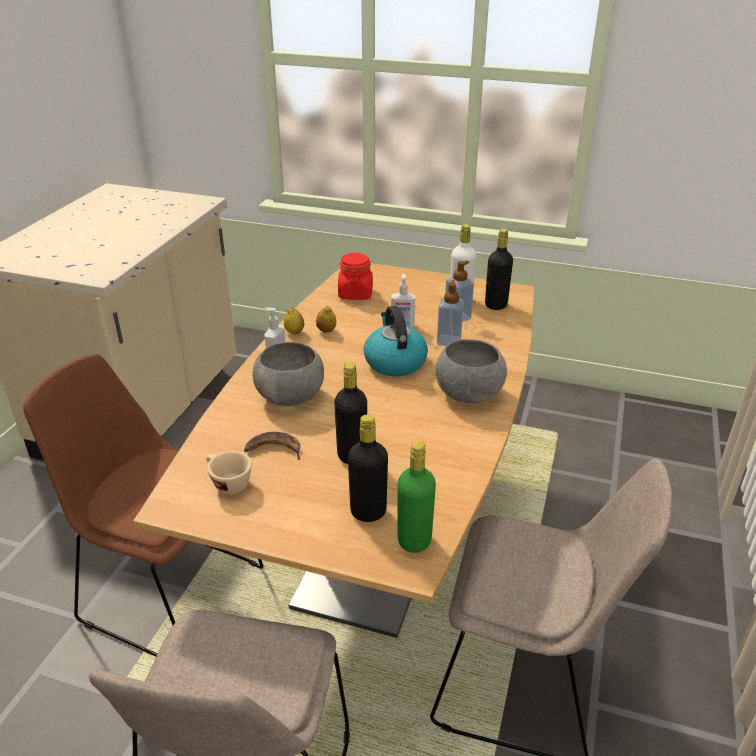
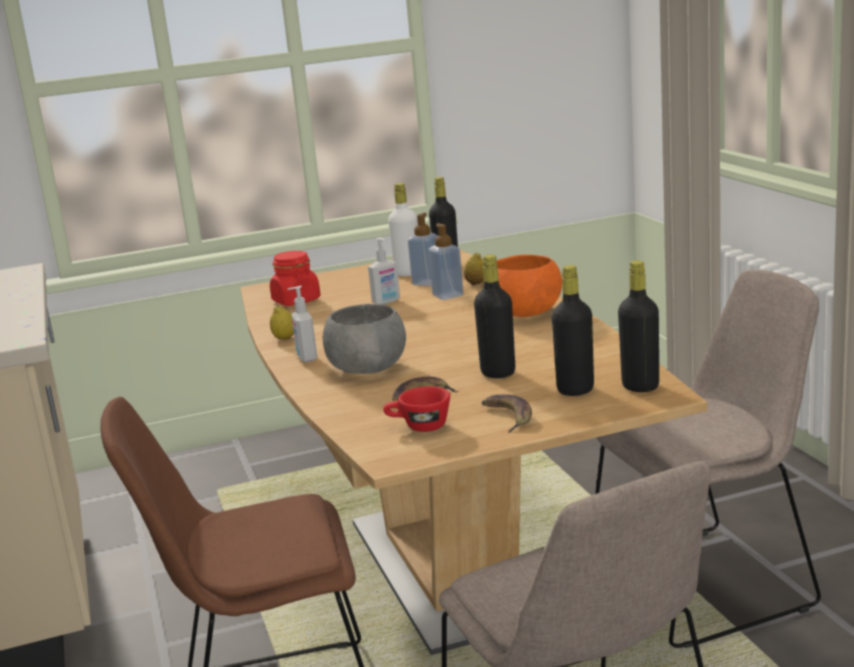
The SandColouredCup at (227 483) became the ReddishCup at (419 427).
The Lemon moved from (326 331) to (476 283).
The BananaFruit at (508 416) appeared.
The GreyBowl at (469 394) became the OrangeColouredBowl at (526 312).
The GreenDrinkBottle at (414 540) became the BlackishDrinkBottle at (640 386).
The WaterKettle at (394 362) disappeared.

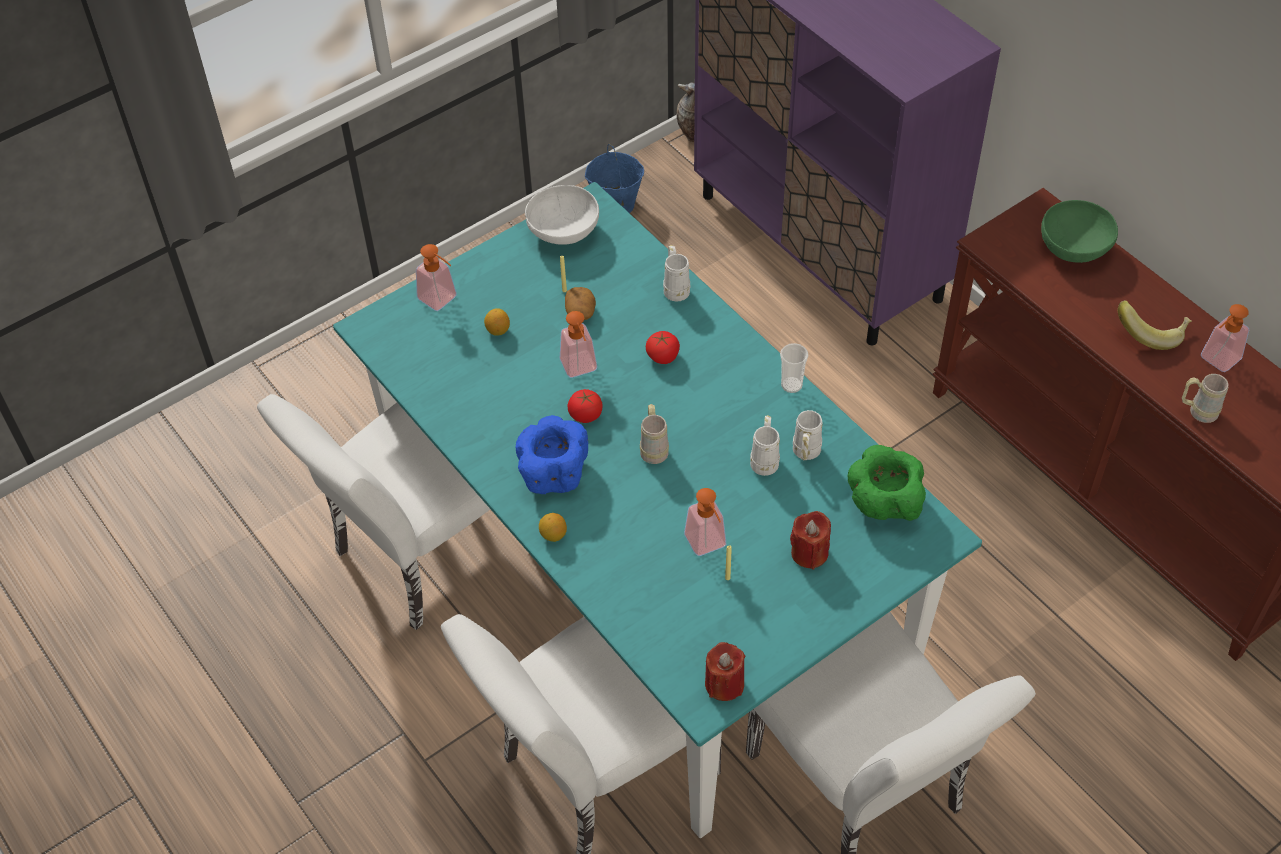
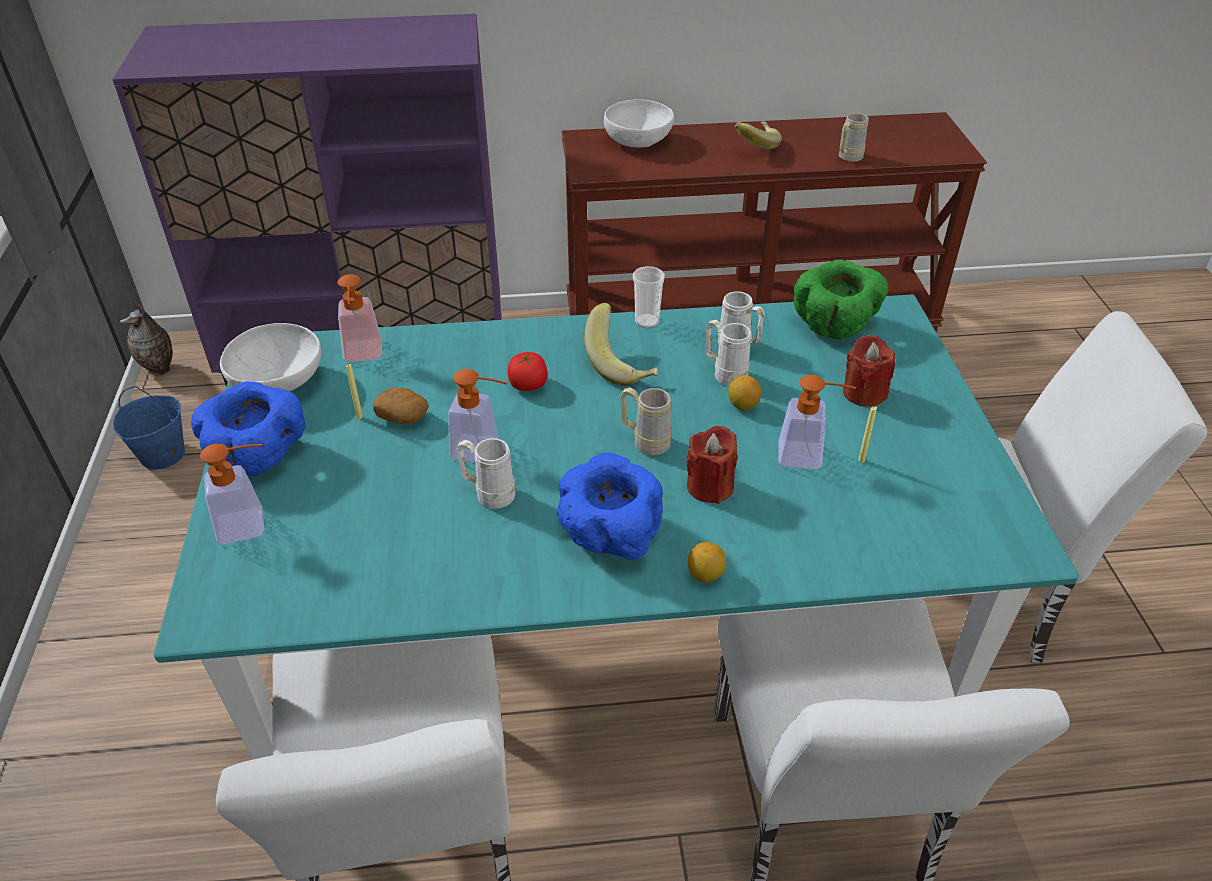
The BlueBowl at (258 457) appeared.
The LiquidSoapBottle moved from (1216 361) to (363 356).
The WhitishCoffeeMug moved from (675 288) to (488 494).
The BananaFruit at (622 364) appeared.
The GreenBowl at (1075 248) became the WhitishBowl at (638 141).
The ReddishWaxLight moved from (724 684) to (710 486).
The Lemon moved from (498 330) to (743 405).
The WholeTomato at (585 415) disappeared.

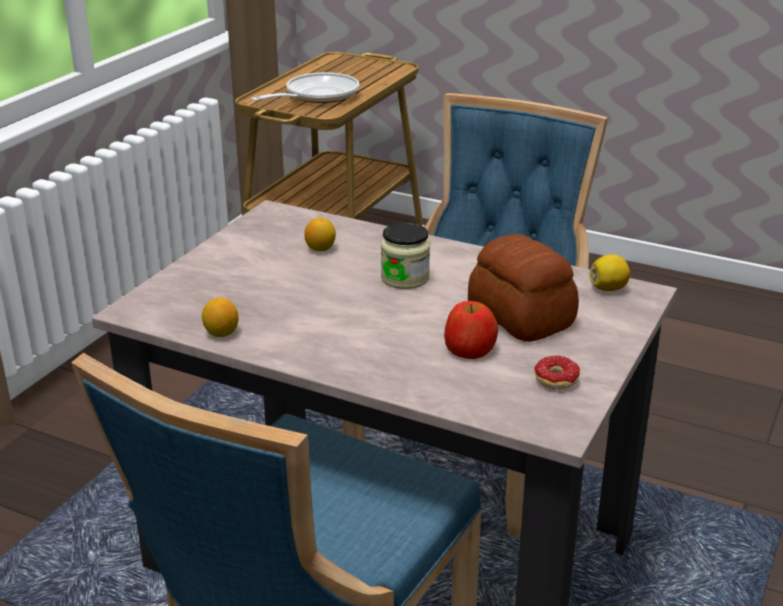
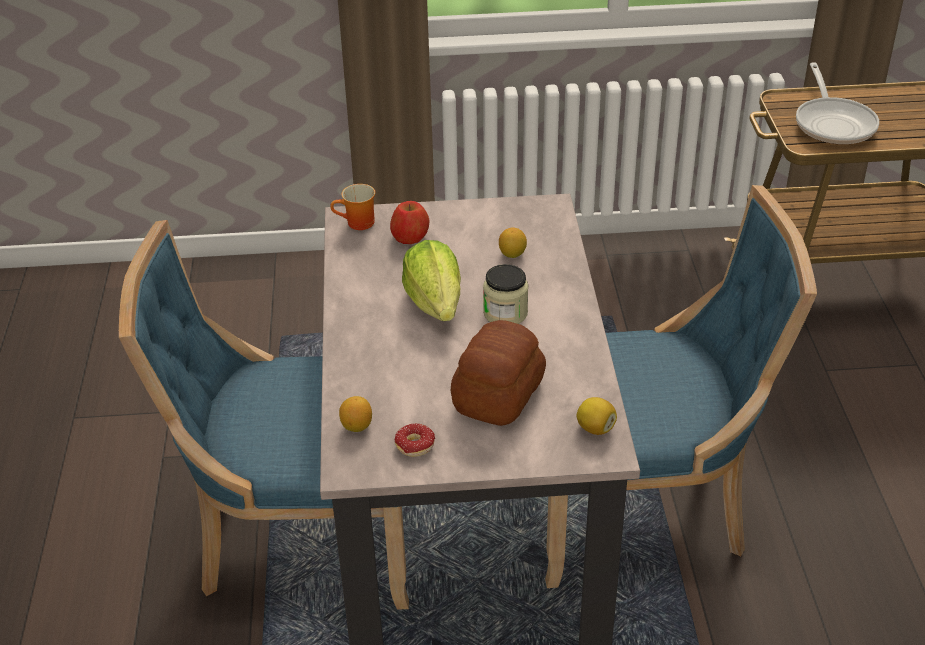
The CoffeeMug at (357 224) appeared.
The Lemon moved from (221 333) to (356 426).
The AppleFruit moved from (469 349) to (410 236).
The HeadOfLettuce at (435 304) appeared.
The FryingPan at (317 96) turned 75 degrees clockwise.

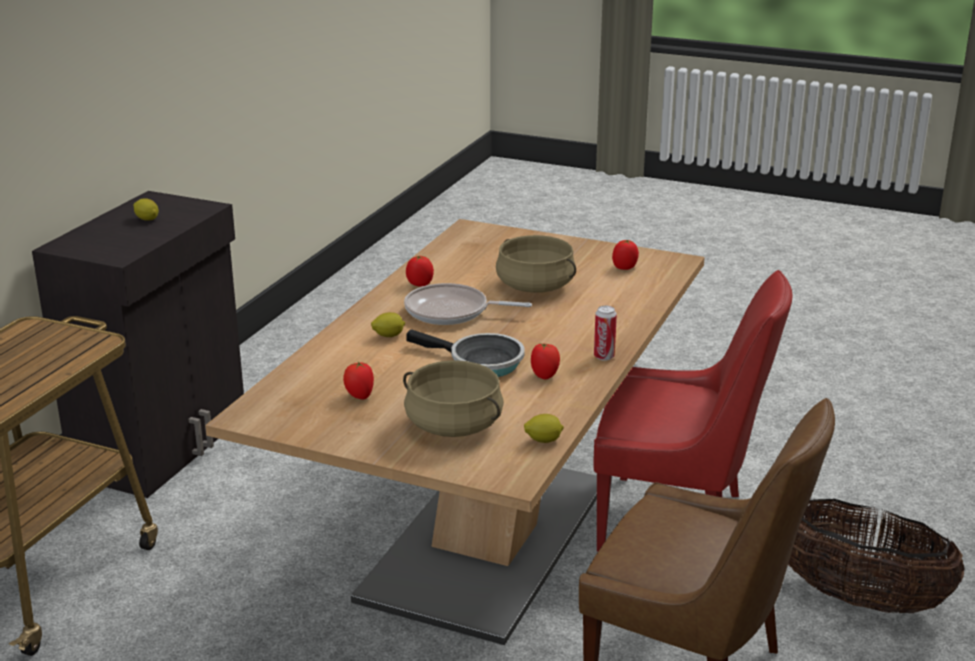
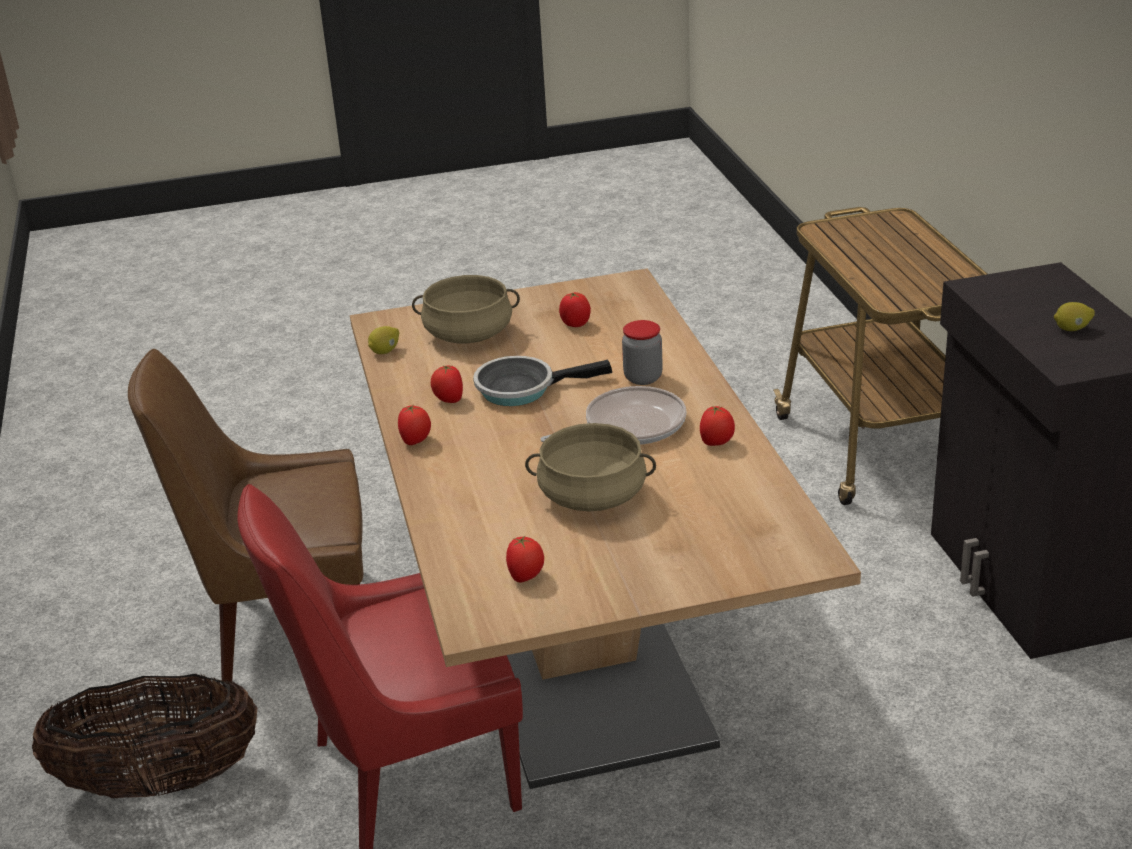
The SealedCan at (604 356) was replaced by the WholeTomato at (416 441).
The Lemon at (388 336) was replaced by the StorageJar at (643 378).

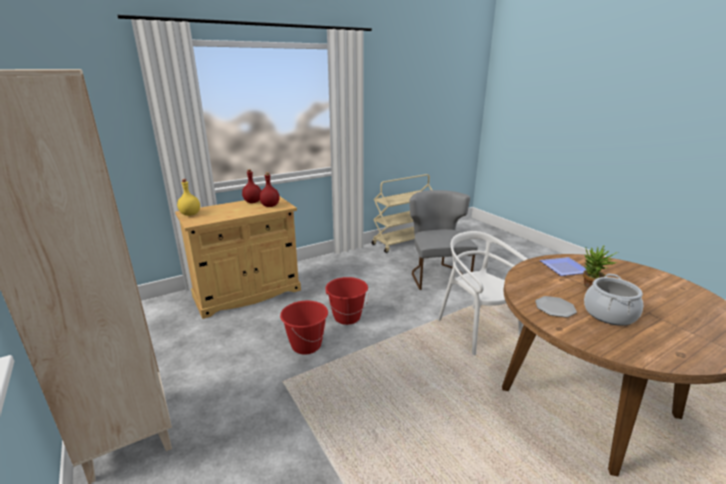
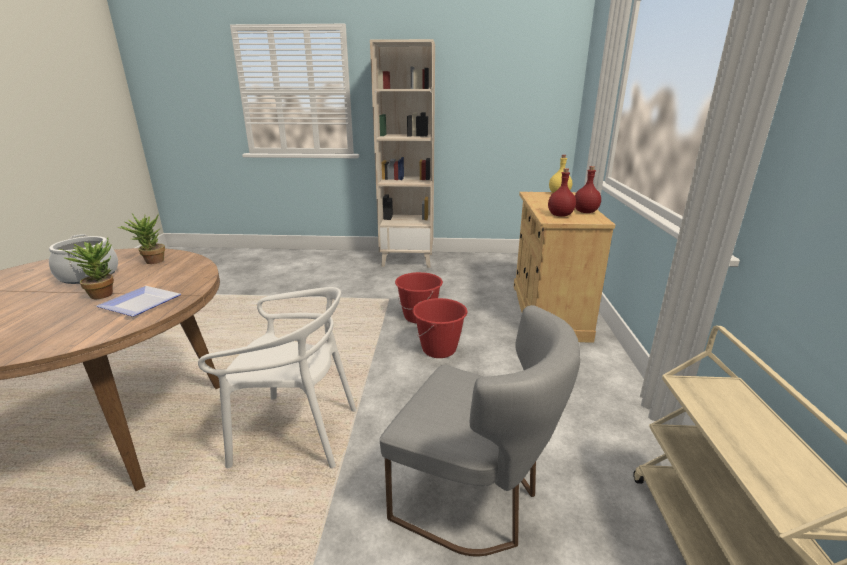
The Plate at (555 308) was replaced by the Houseplant at (151 262).

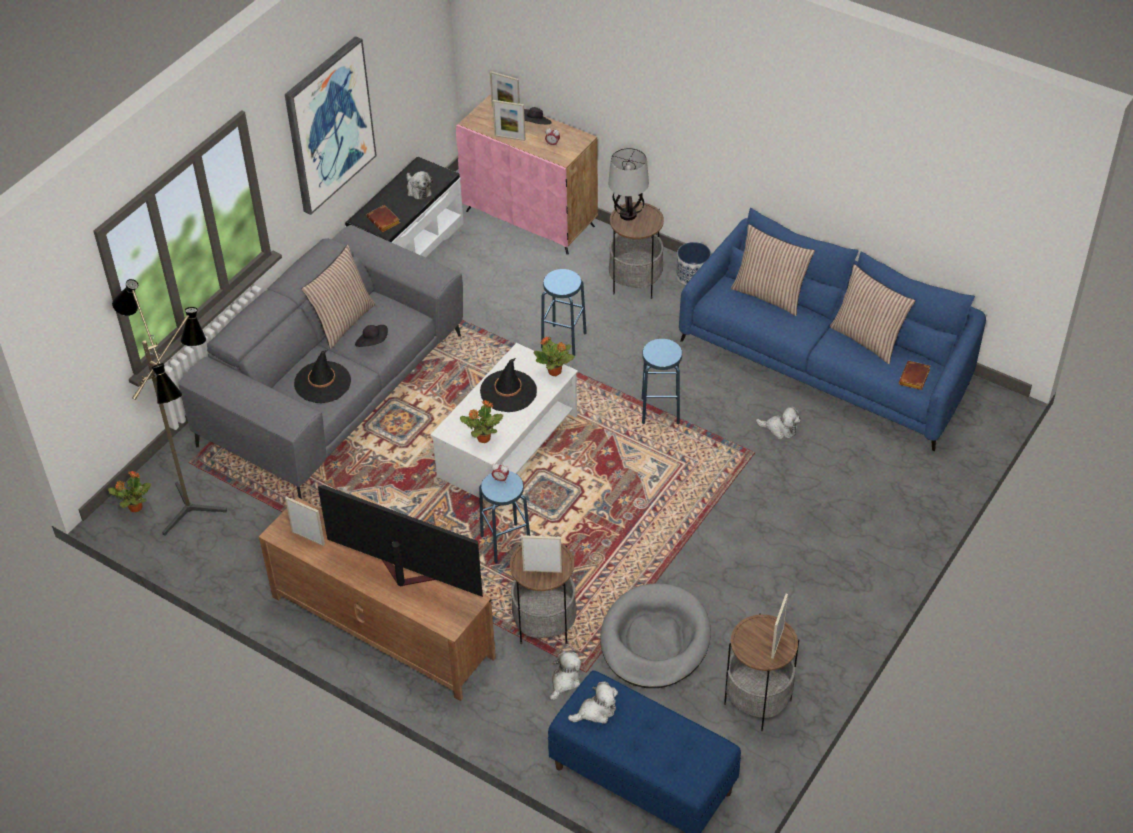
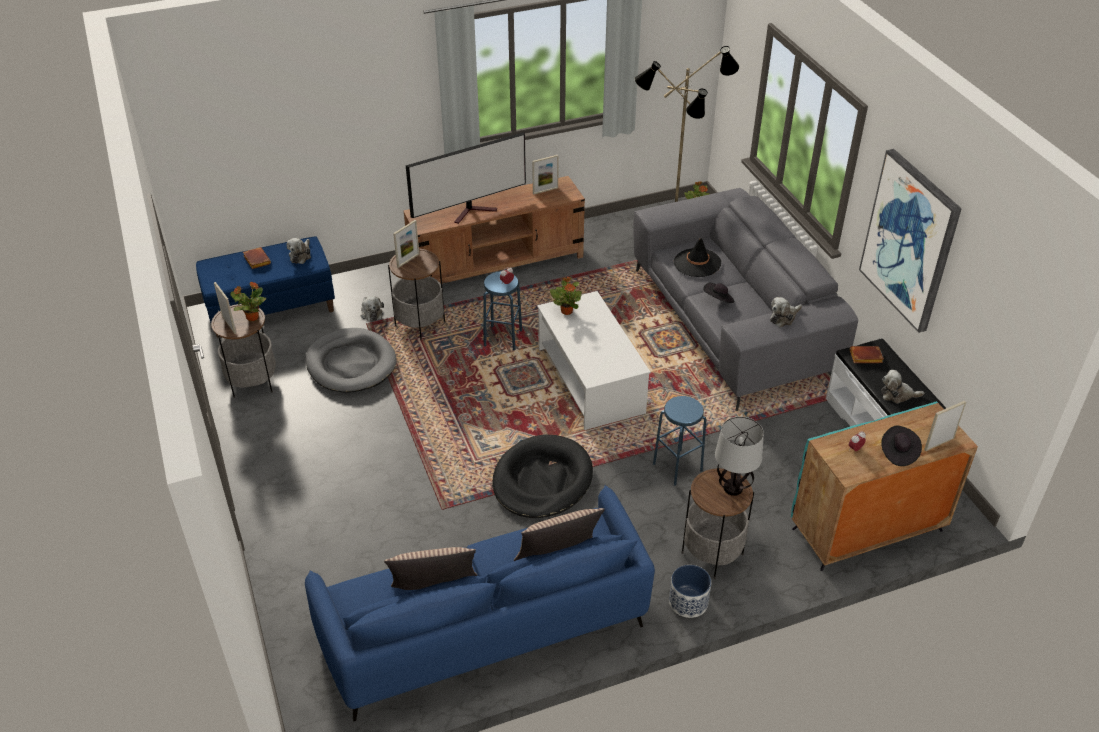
The Houseplant moved from (555 372) to (252 317).
The BrownColouredVolume moved from (915 378) to (256 260).
The BlueSittingStool at (660 411) was replaced by the BlackishDogBed at (542 480).
The PlushToy moved from (780 429) to (784 317).
The PinkCabinet at (531 218) became the TurquoiseColouredCabinet at (866 530).
The Pillow at (343 321) disappeared.
The BlackishWearableHat at (508 391) disappeared.
The StandingFrame at (510 138) disappeared.

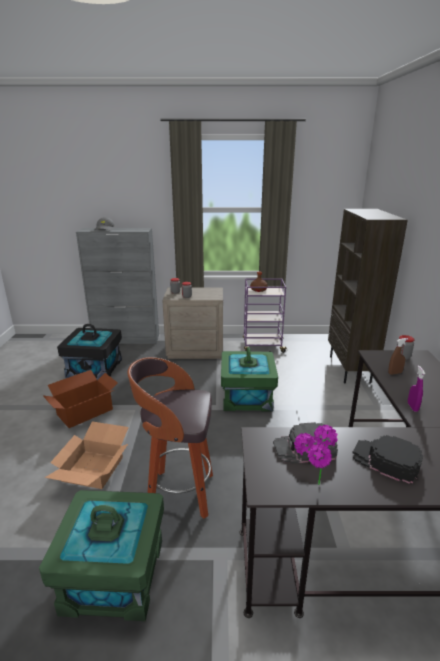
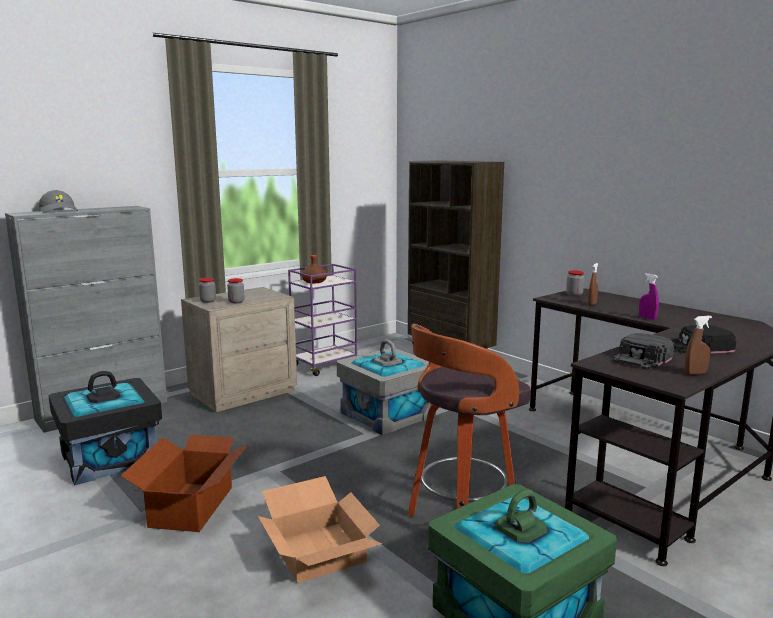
The GreenStorageBox at (247 397) became the GreyStorageBox at (388 414).
The Houseplant at (311 487) was replaced by the BrownColouredHandSprayer at (695 373).

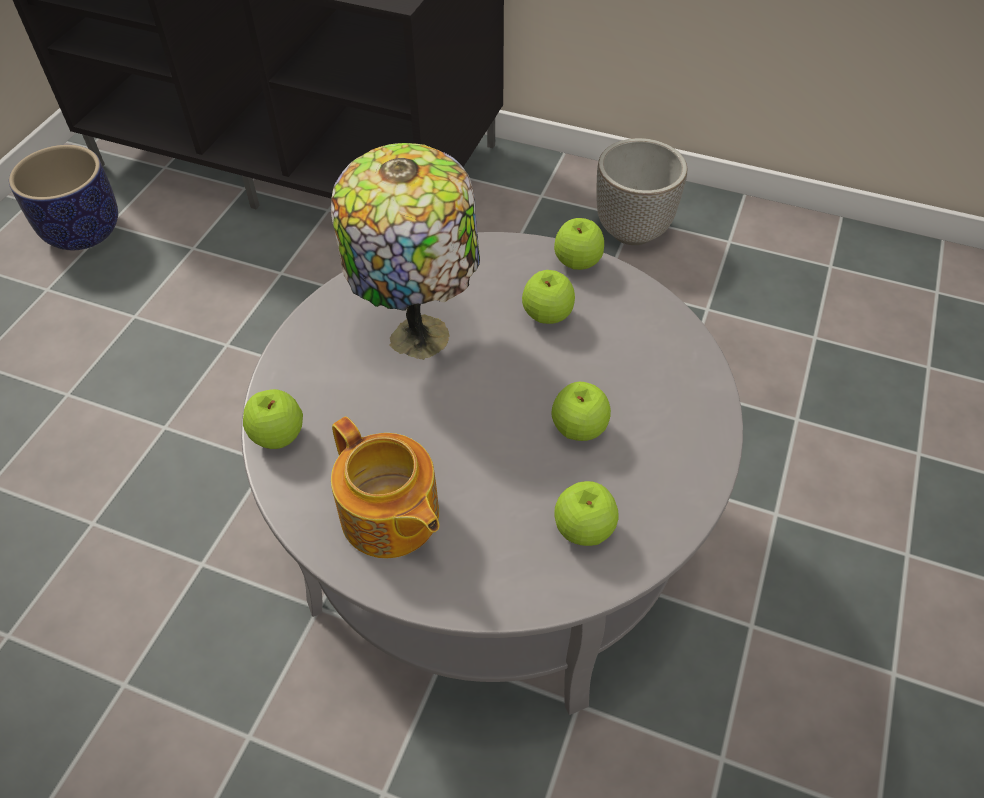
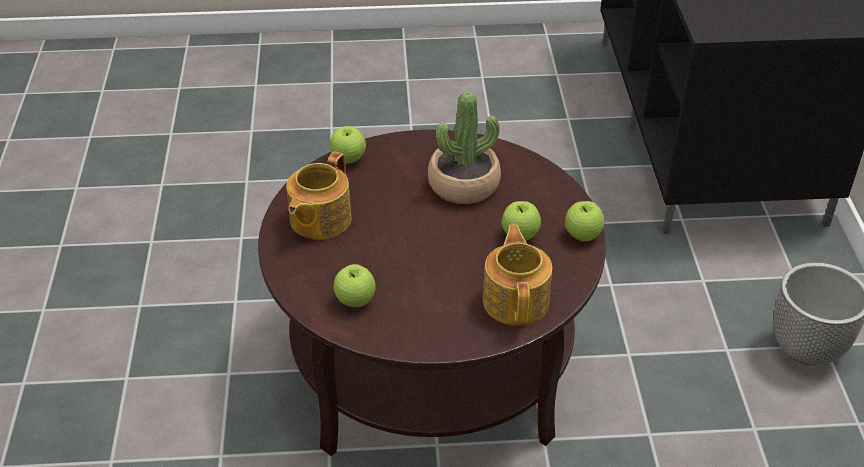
The GreyLowTable at (493 536) became the BrownColouredLowTable at (432 362).
The LampForATable at (419 332) was replaced by the Houseplant at (464 185).
The PotForTea at (516 300) appeared.
The Planter at (83 231) disappeared.
The AppleFruit at (579 429) disappeared.

